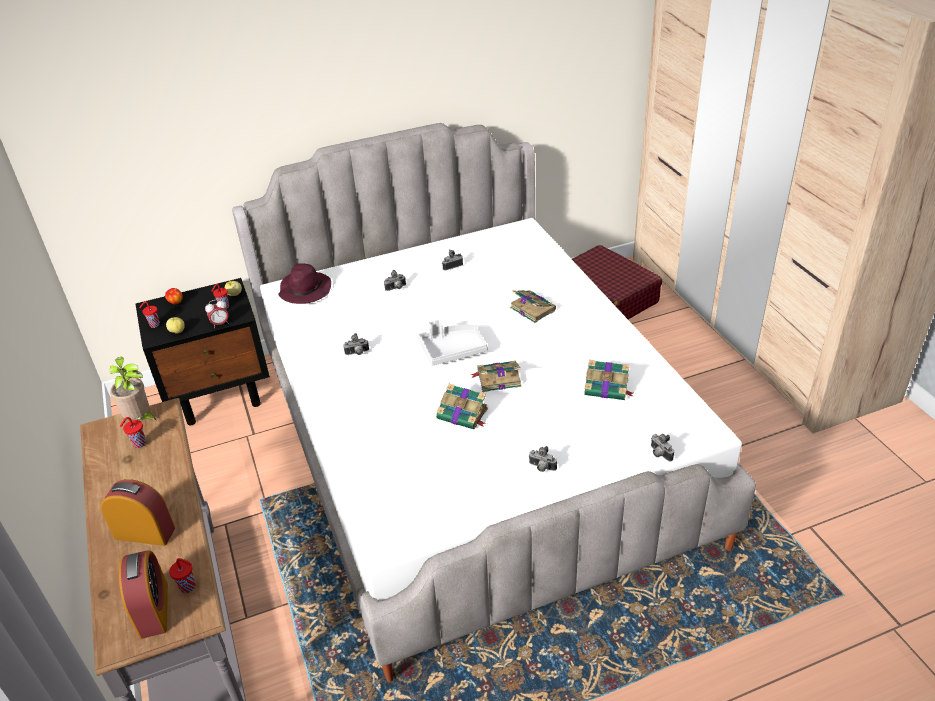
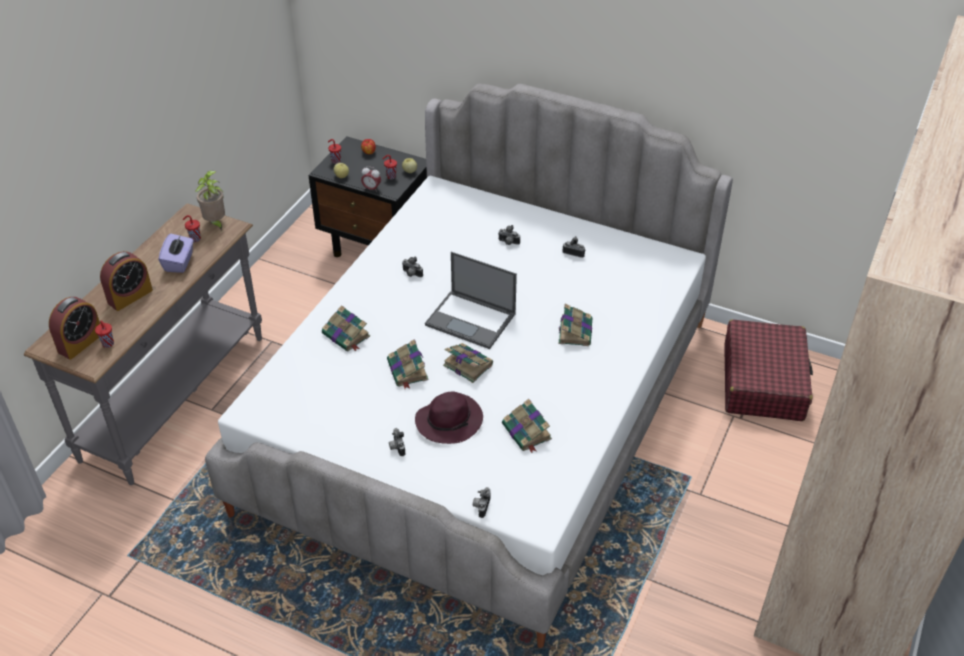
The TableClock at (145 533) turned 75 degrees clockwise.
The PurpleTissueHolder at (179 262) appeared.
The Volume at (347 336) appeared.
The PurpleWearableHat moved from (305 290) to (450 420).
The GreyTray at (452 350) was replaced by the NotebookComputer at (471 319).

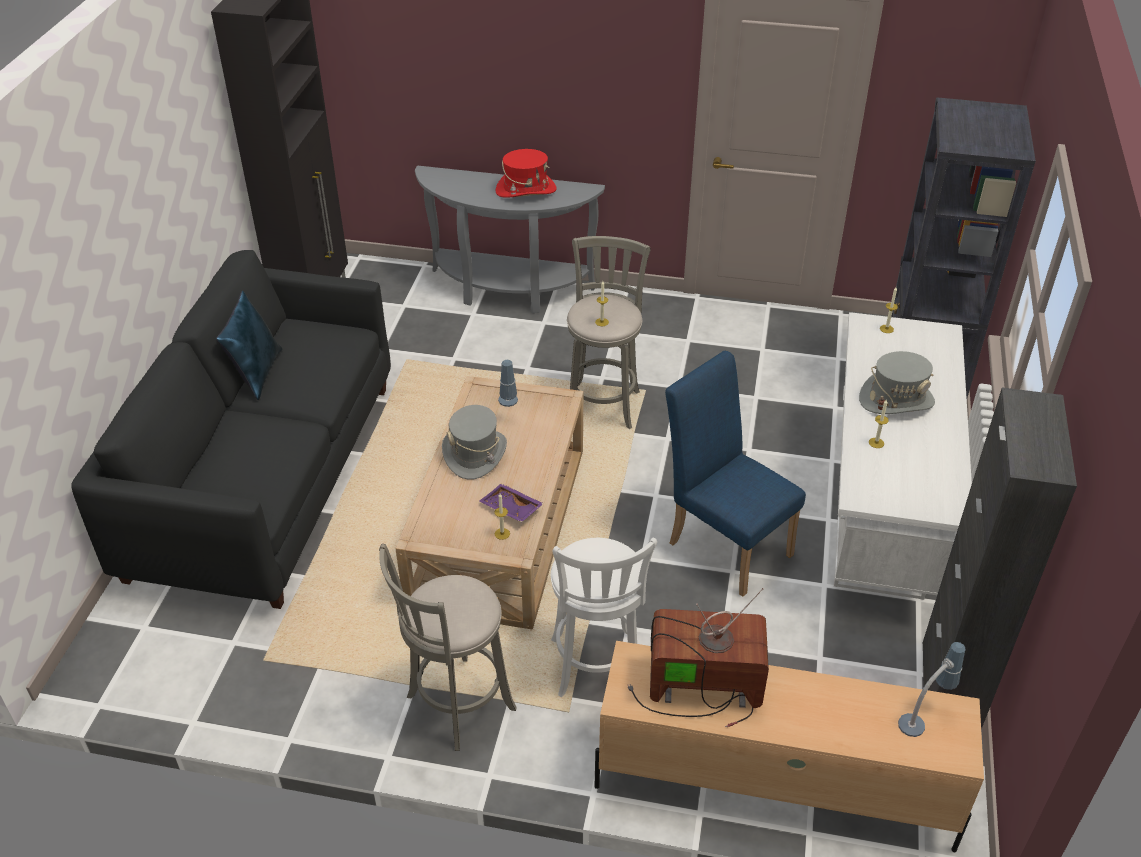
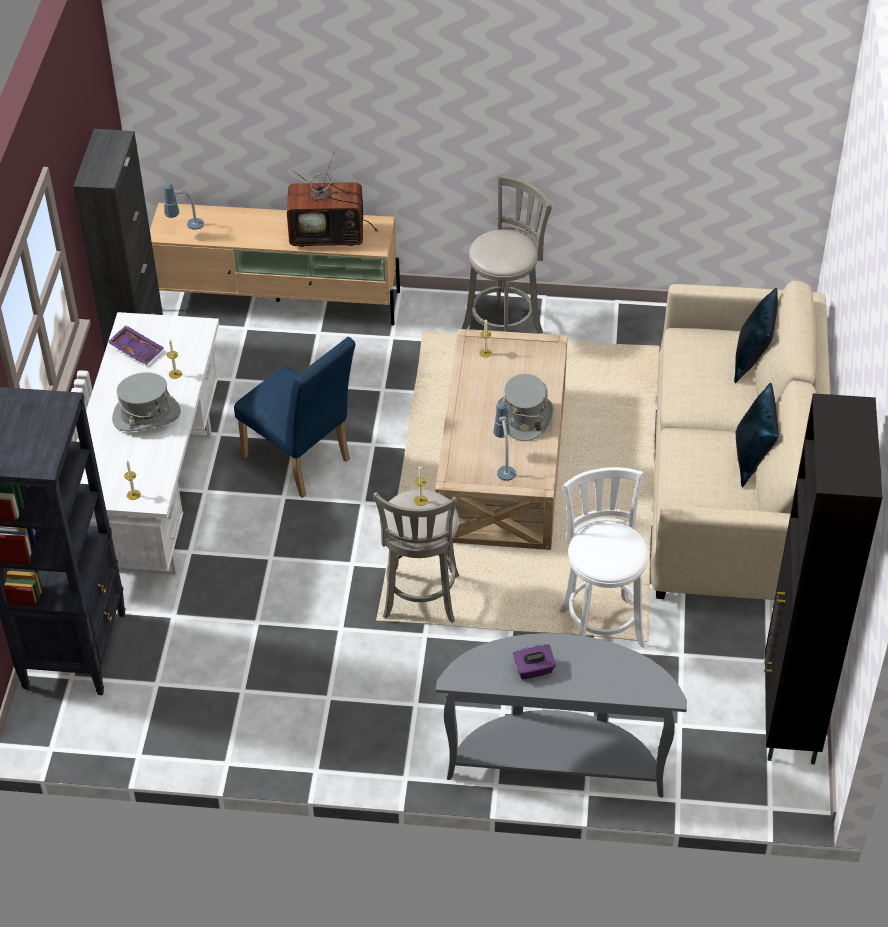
The PurpleTray moved from (510 509) to (137 350).
The ReddishWearableHat at (526 190) was replaced by the PurpleTissueHolder at (533 670).
The WhitishSittingStool moved from (596 668) to (600 624).
The BlackishSettee at (264 478) became the SandColouredSettee at (733 490).
The BluePillow at (752 360) appeared.

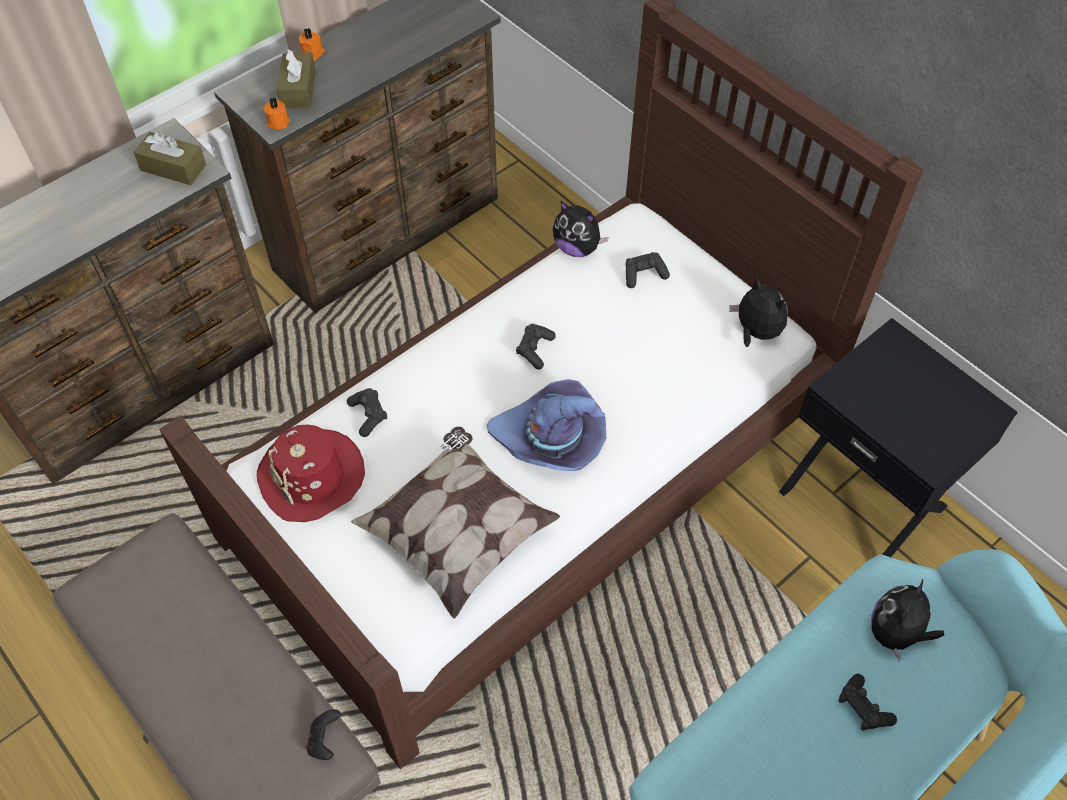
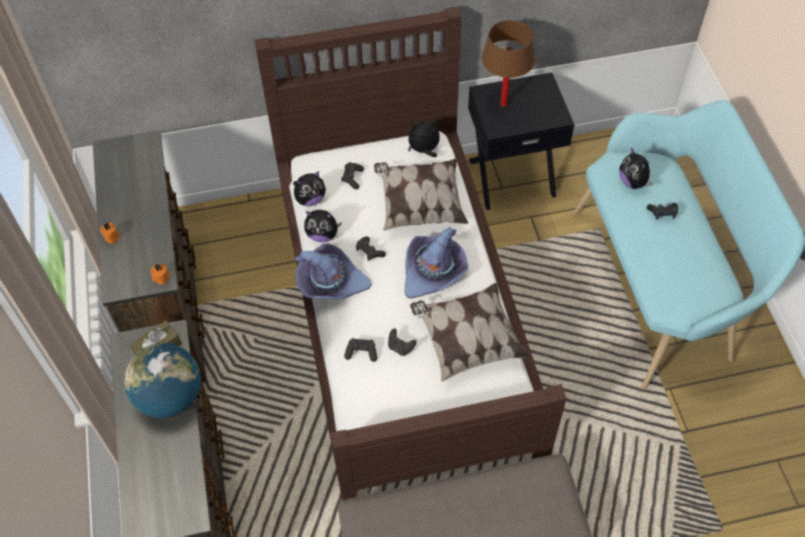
The WorldGlobe at (170 397) appeared.
The PurpleWearableHat at (330 282) appeared.
The PlushToy at (322 235) appeared.
The Pillow at (419 205) appeared.
The BlackishGameController moved from (325 740) to (400 347).
The BrownColouredLampForATable at (503 104) appeared.
The ReddishWearableHat at (312 477) disappeared.
The BrownColouredTissueHolder at (298 89) disappeared.

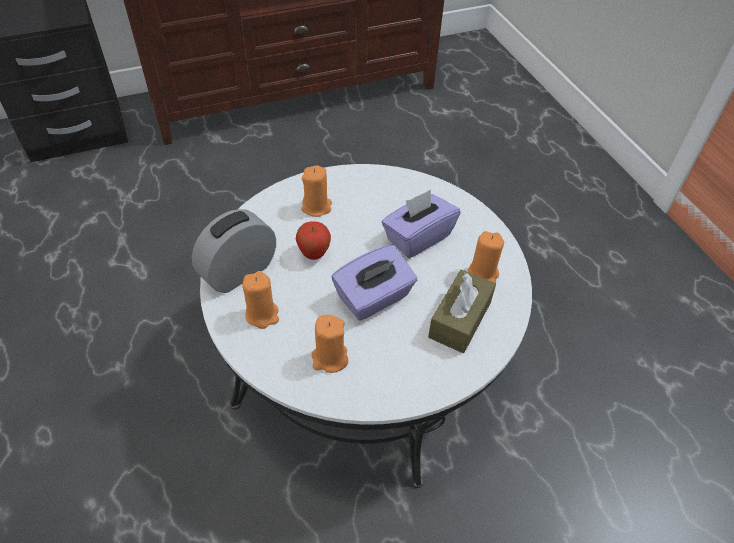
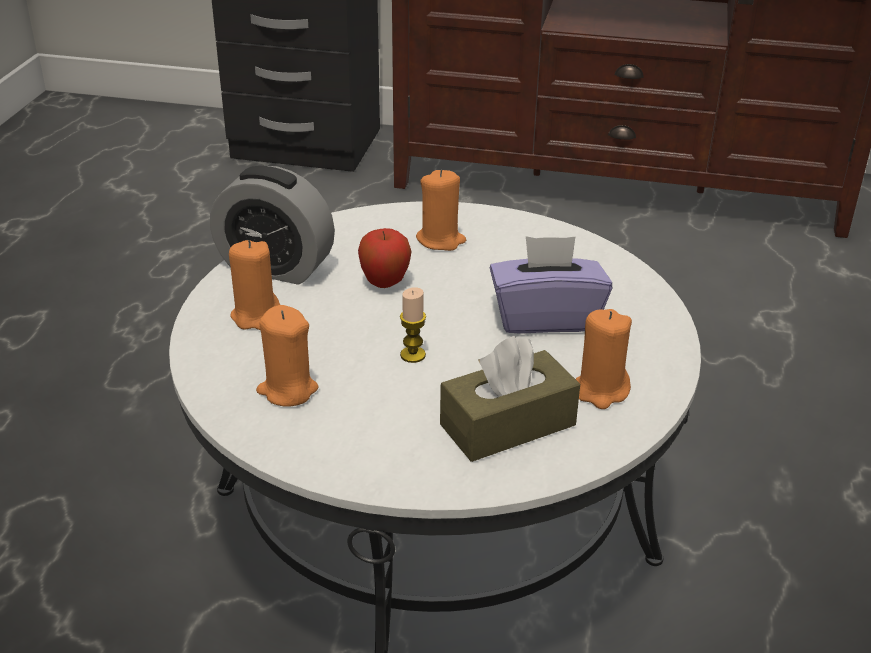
The TableClock at (239 272) turned 150 degrees counterclockwise.
The PurpleTissueHolder at (374 298) was replaced by the WaxLight at (413 355).

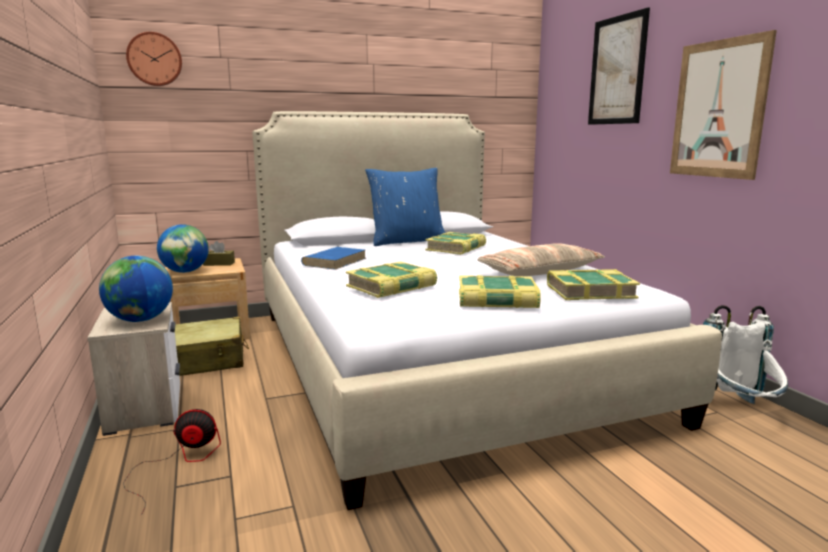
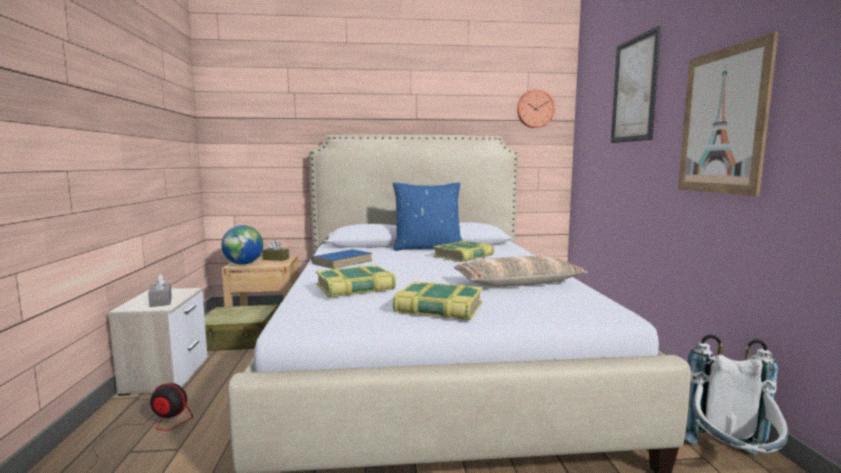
The WorldGlobe at (140 320) was replaced by the GreyTissueHolder at (161 301).
The ClockOnTheWall moved from (154 59) to (535 109).
The Volume at (590 292) disappeared.

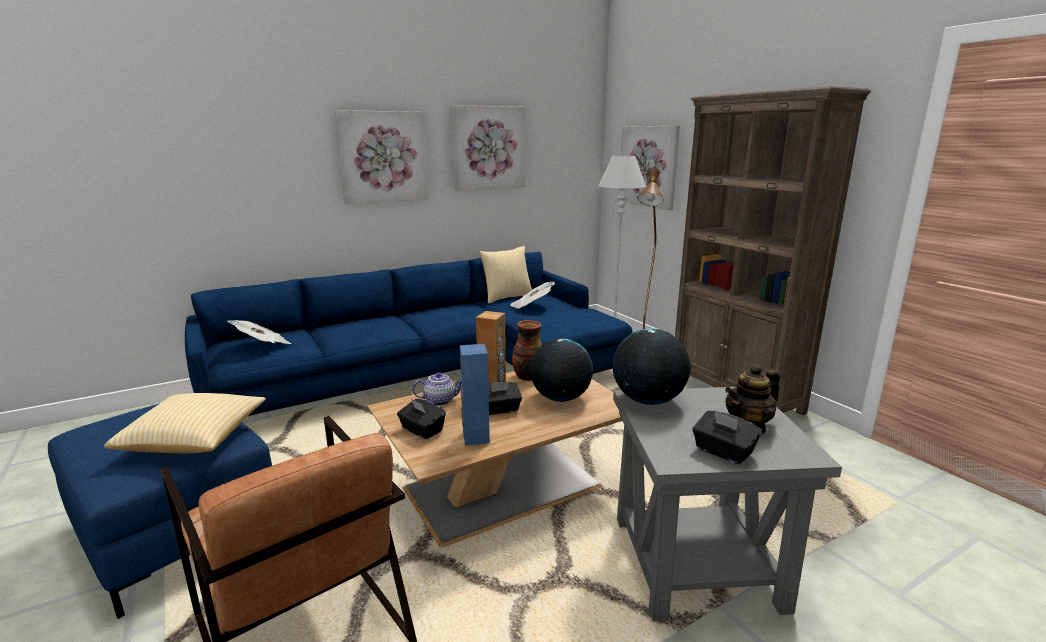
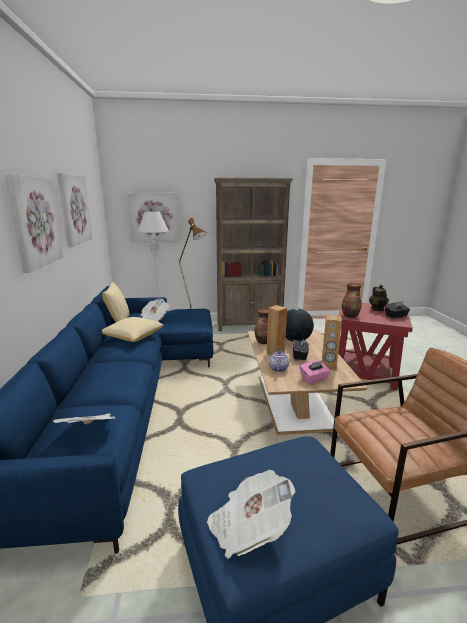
The Pillow moved from (195 439) to (133 337).
The DailyPaper at (249 527) appeared.
The BlackishTissueHolder at (421 430) became the PinkTissueHolder at (314 379).
The BlueAudioSpeaker at (475 437) became the BrownColouredAudioSpeaker at (328 366).
The GreyAccentTable at (697 563) became the ReddishAccentTable at (365 372).
The WorldGlobe at (648 400) was replaced by the Vase at (350 316).

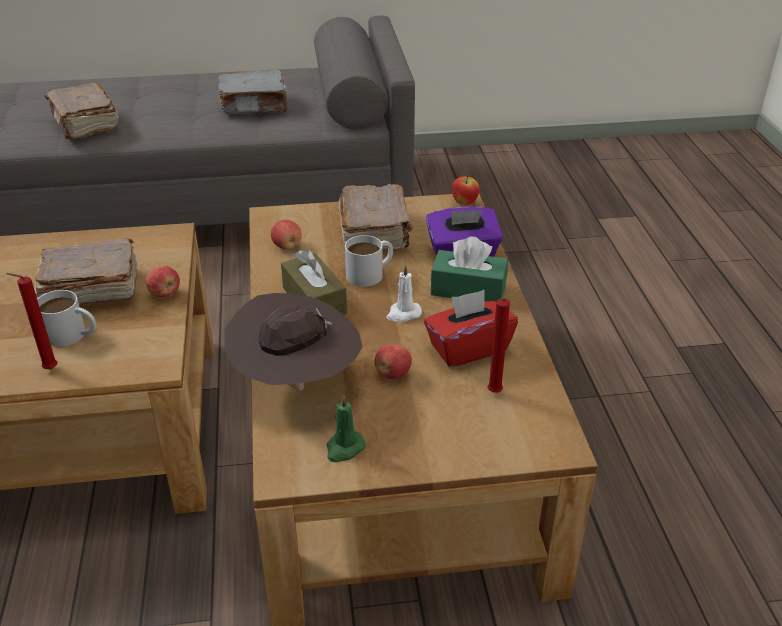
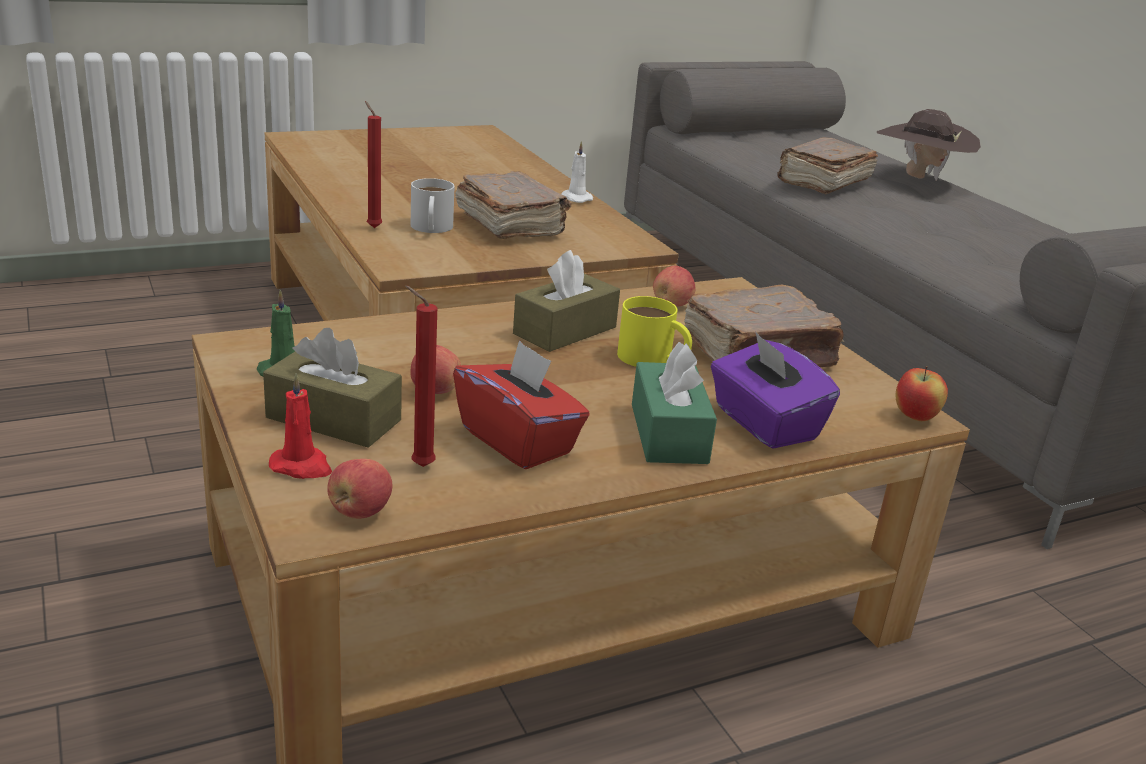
The BrownColouredTissueHolder at (333 419) appeared.
The ReddishWaxLight at (302 467) appeared.
The AppleFruit moved from (165 293) to (360 512).
The WhitishWaxLight moved from (403 314) to (575 198).
The WhitishCoffeeMug at (370 273) became the YellowColouredCoffeeMug at (653 360).
The BrownColouredWearableHat moved from (296 382) to (918 178).
The GreyVolume at (255 106) disappeared.

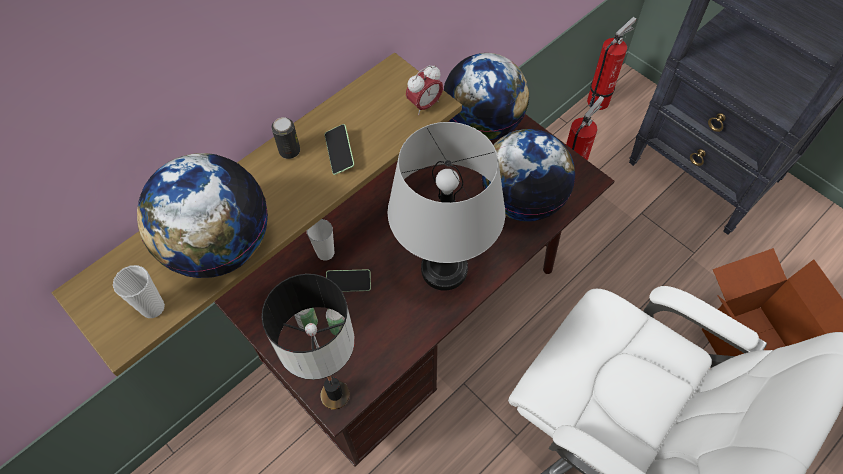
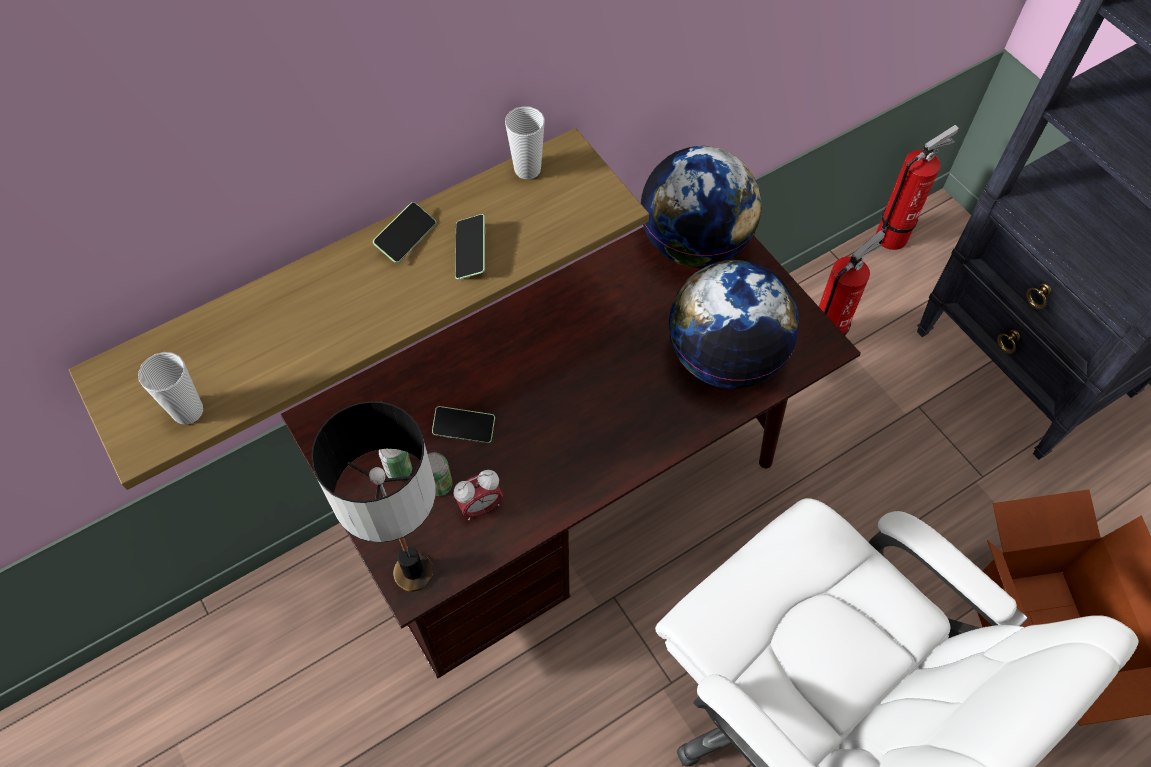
The SealedCan at (289 151) was replaced by the Phone at (406 238).
The TableClock moved from (424 105) to (480 506).
The Cup moved from (325 253) to (527 169).
The WorldGlobe at (219 246) disappeared.
The GreyLampForATable at (444 269) disappeared.

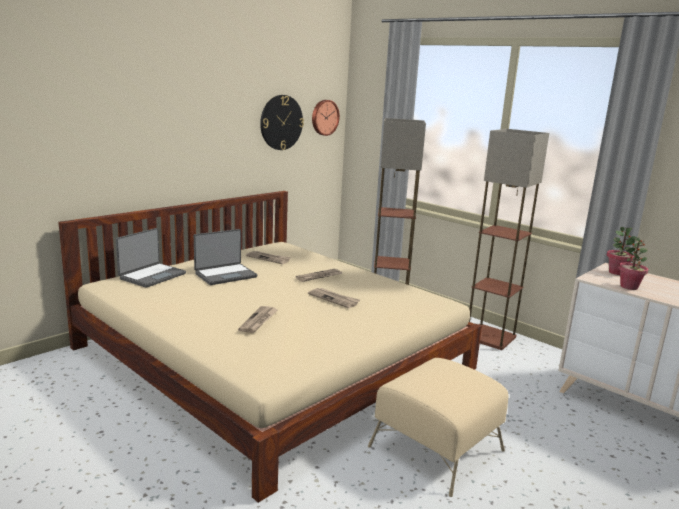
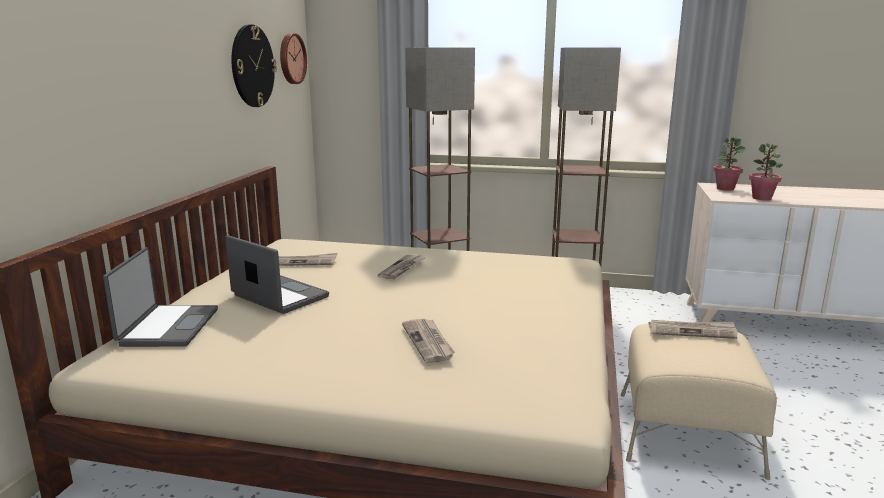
The NotebookComputer at (225 275) turned 75 degrees counterclockwise.
The DailyPaper moved from (334 299) to (692 331).

